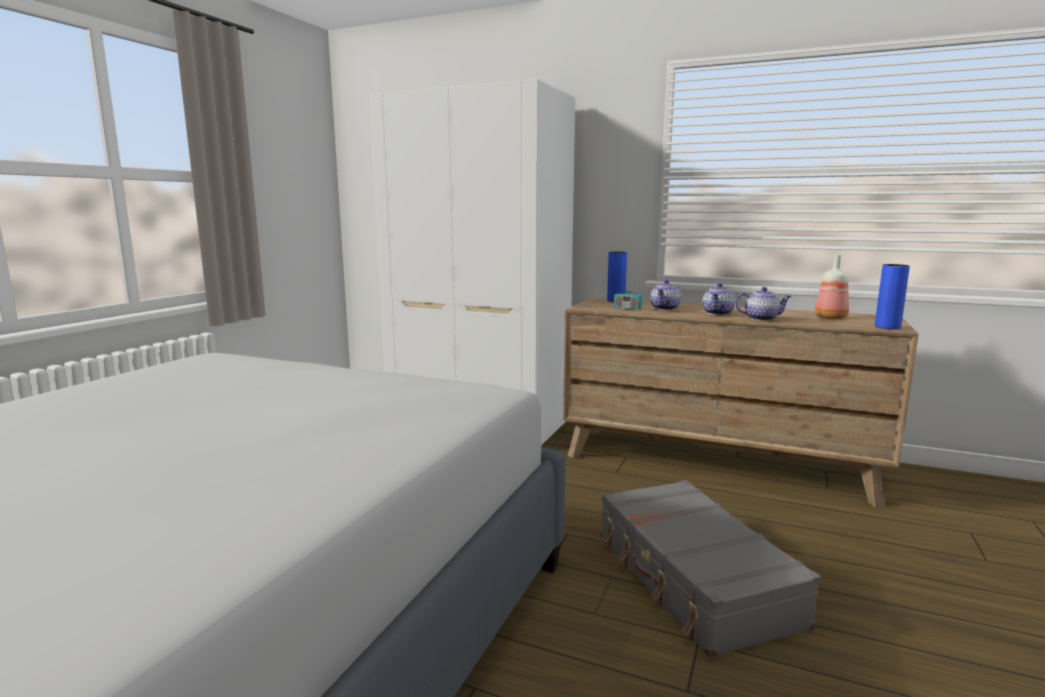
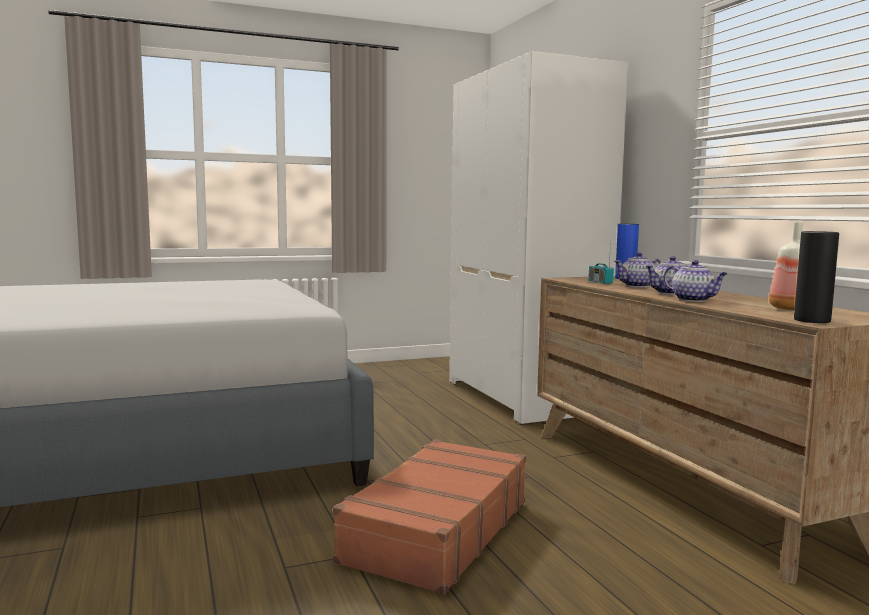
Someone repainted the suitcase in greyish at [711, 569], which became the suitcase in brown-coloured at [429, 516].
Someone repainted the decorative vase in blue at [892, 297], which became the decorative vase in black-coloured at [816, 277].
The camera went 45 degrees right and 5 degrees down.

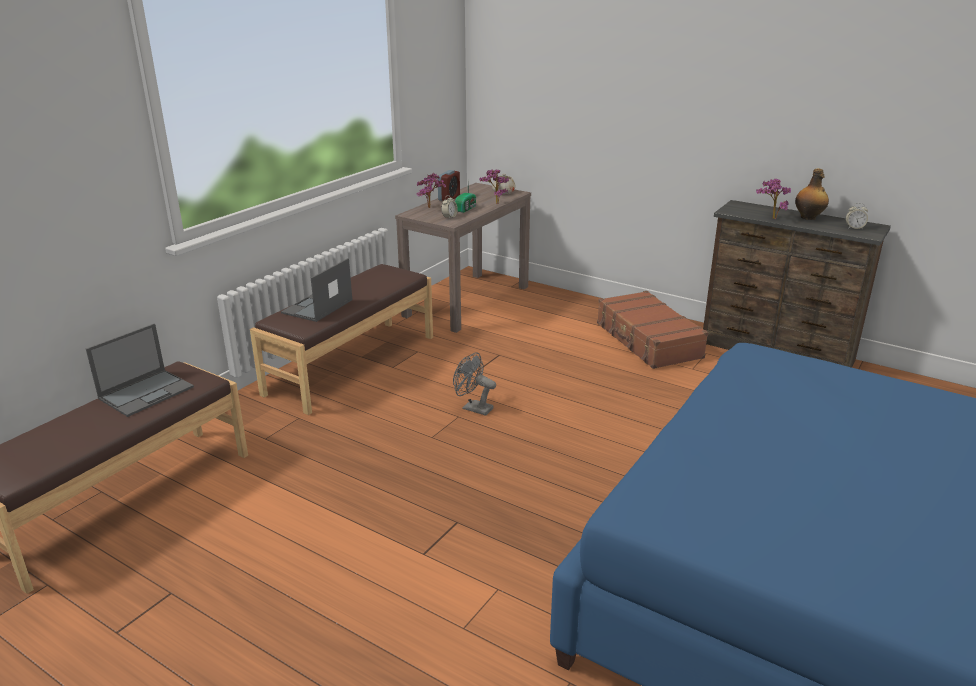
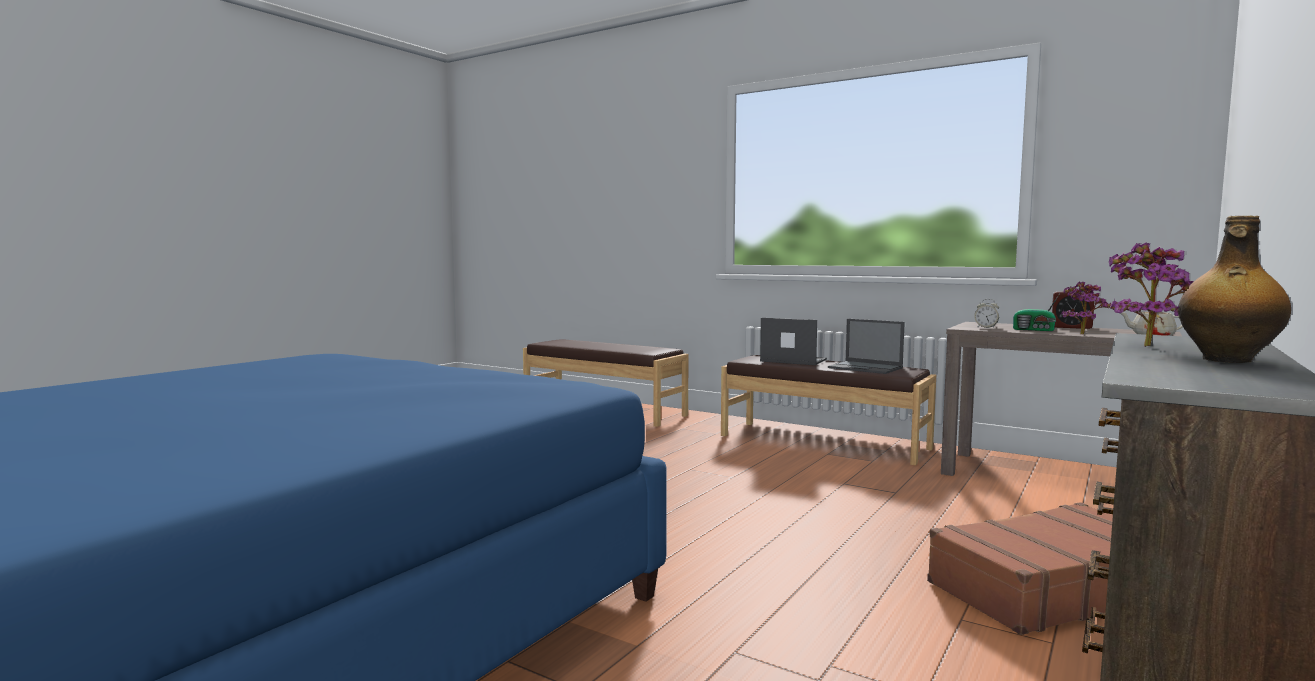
Someone took away the potted plant at [431, 190].
Someone took away the fan in greyish at [474, 384].
Someone took away the table clock at [857, 216].
Someone carried the notebook computer from [140, 370] to [866, 346].
The camera went 90 degrees right and 20 degrees down.

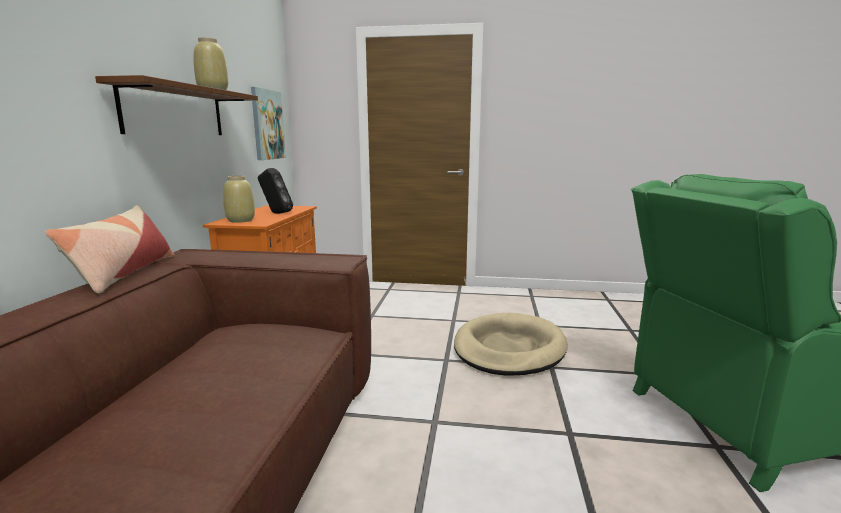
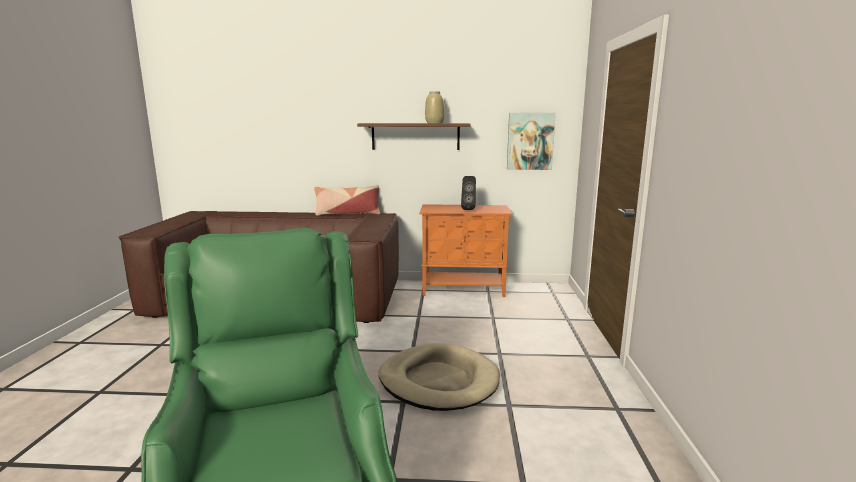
Someone took away the decorative vase in beige at [239, 199].
The camera went 85 degrees right and 0 degrees up.

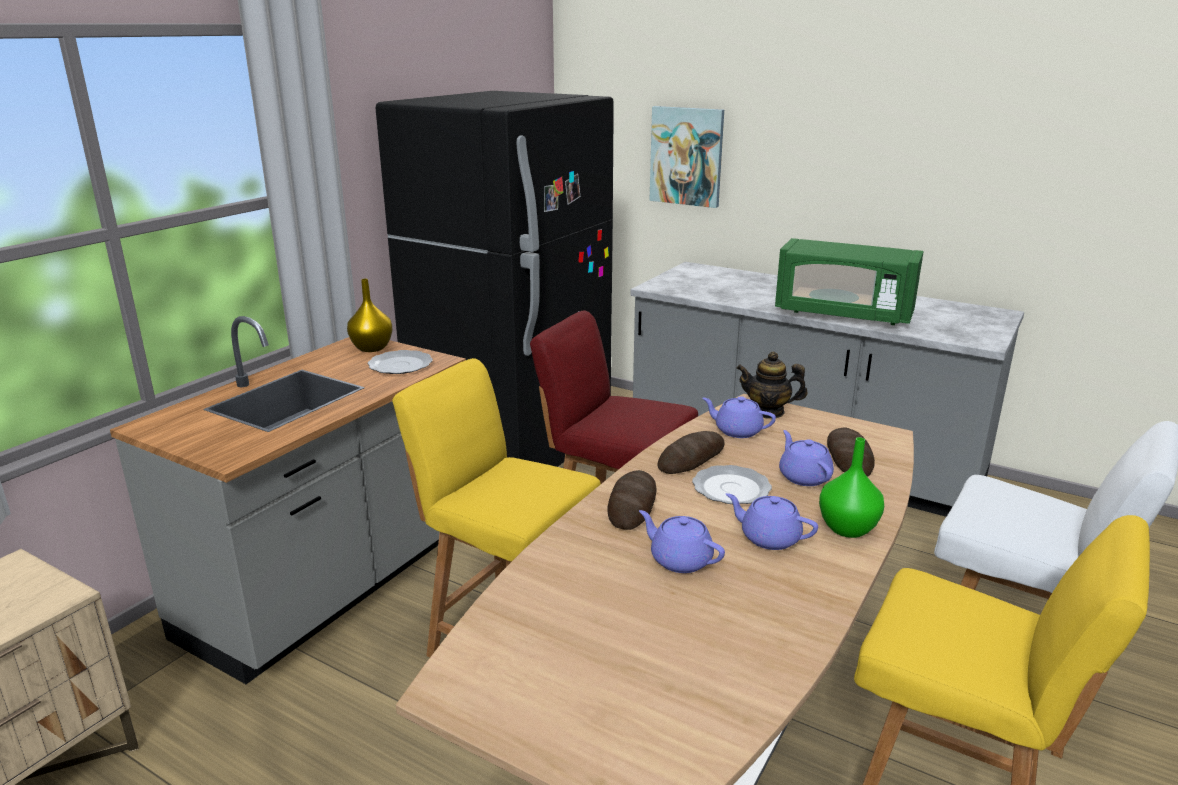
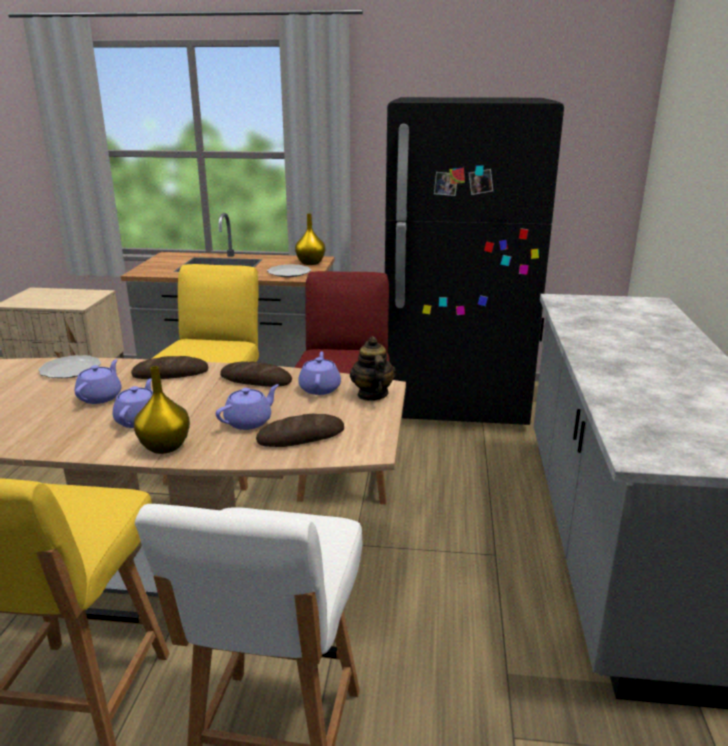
Someone took away the wall art at [686, 157].
Someone took away the microwave oven in green-coloured at [849, 281].
Someone carried the flat dish from [732, 484] to [70, 366].
Someone repainted the decorative vase in green-coloured at [851, 487], which became the decorative vase in yellow at [162, 410].
The camera went 65 degrees right and 0 degrees up.

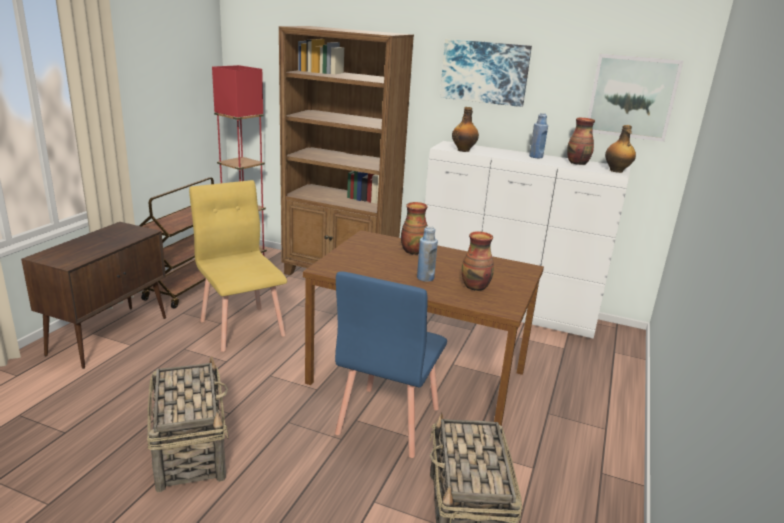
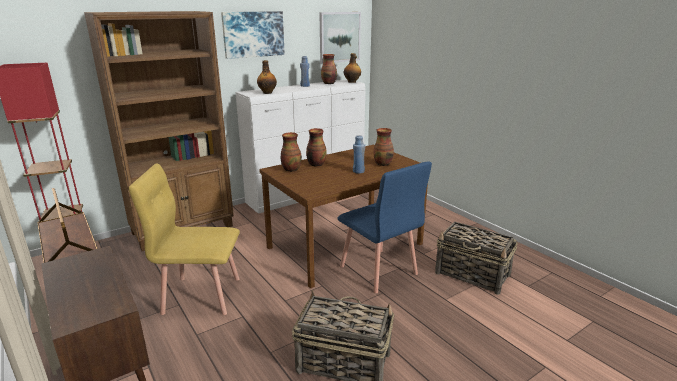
Someone put down the decorative vase at [291, 152].
The camera went 55 degrees left and 0 degrees up.

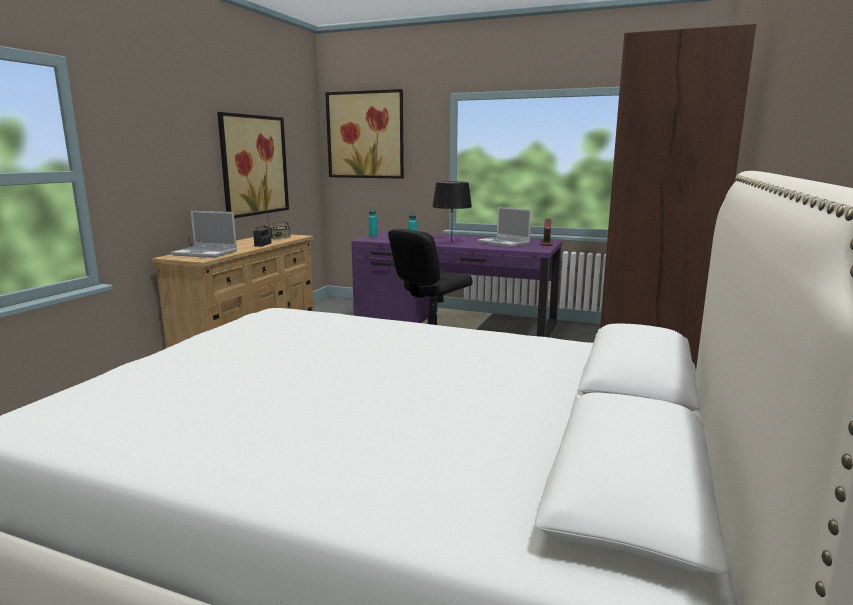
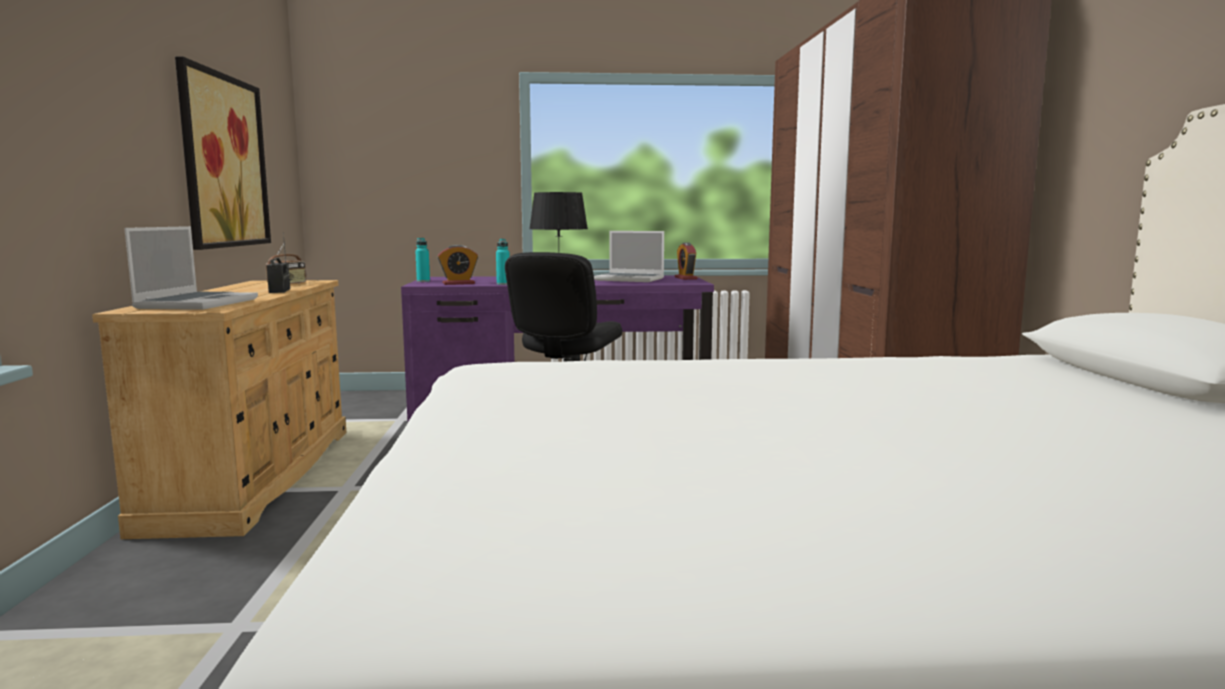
Someone took away the wall art at [364, 134].
Someone put down the table clock at [457, 265].
Someone rotated the notebook computer at [204, 234] by 75 degrees counterclockwise.
The camera went 25 degrees left and 5 degrees down.

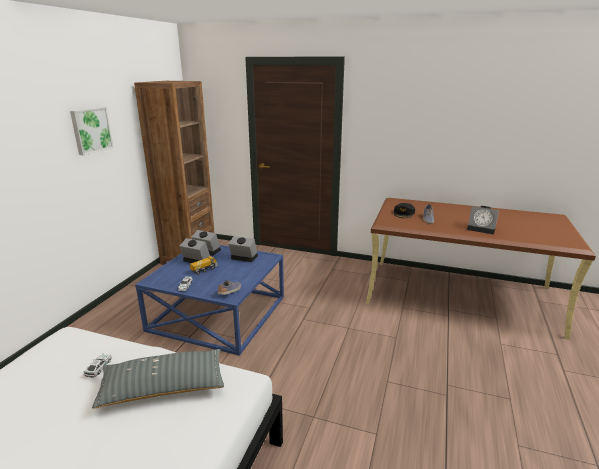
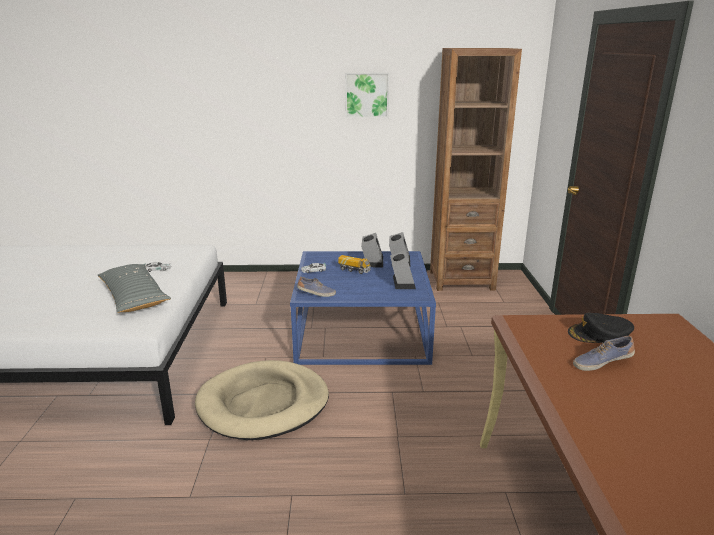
Someone took away the table clock at [483, 220].
Someone put down the pet bed in beige at [262, 400].
The camera went 70 degrees right and 0 degrees up.

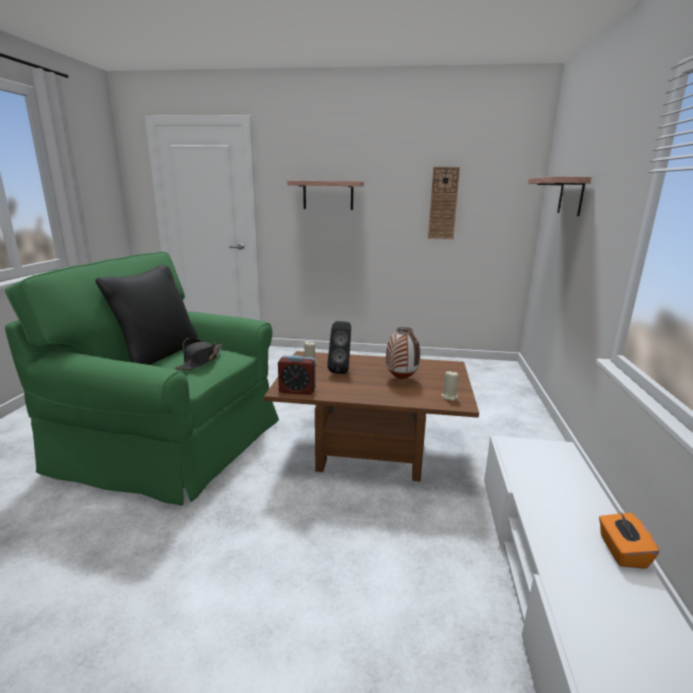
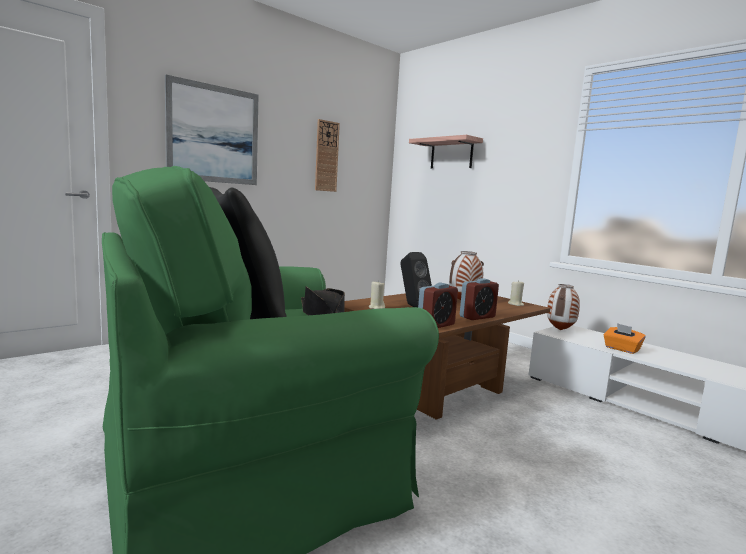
Someone put down the table clock at [479, 299].
Someone put down the decorative vase at [563, 307].
Someone carried the box of tissues in orange from [629, 540] to [624, 338].
Someone swapped the shelf at [325, 195] for the wall art at [212, 130].
The camera went 50 degrees left and 10 degrees down.

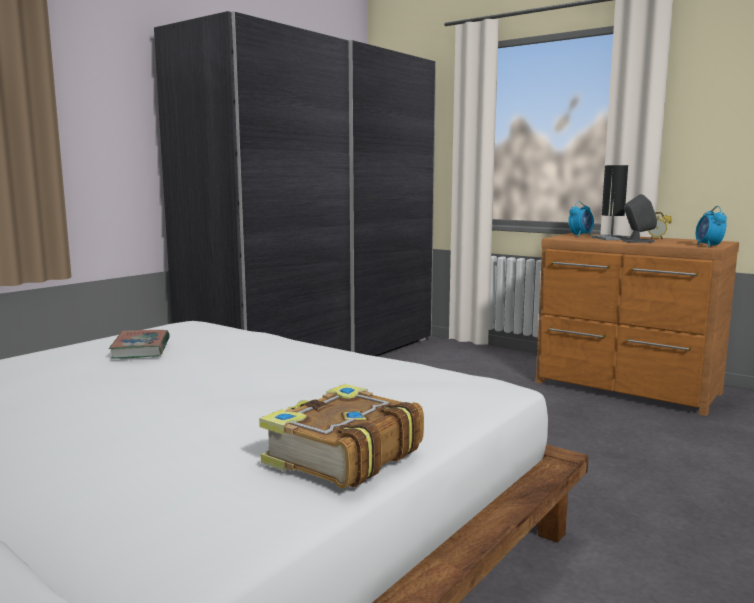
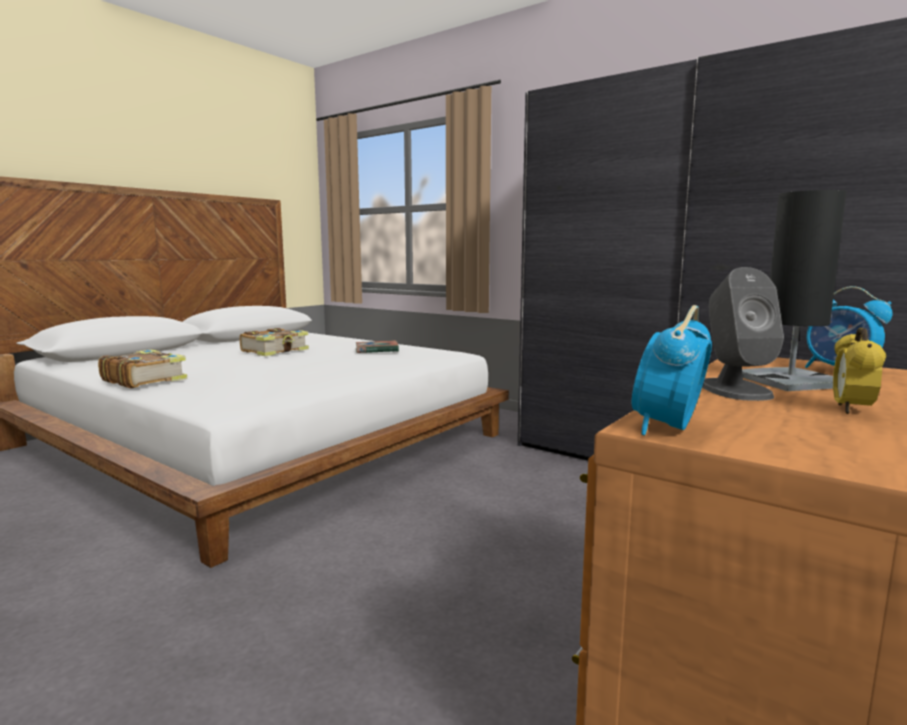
Someone put down the book at [274, 342].
Someone rotated the table clock at [711, 227] by 60 degrees counterclockwise.
The camera went 90 degrees right and 0 degrees up.

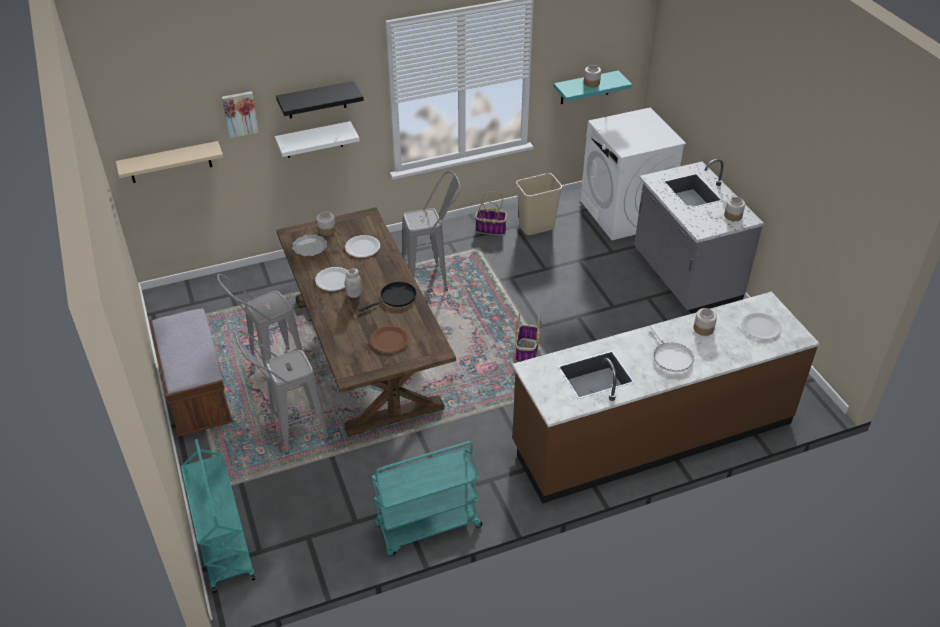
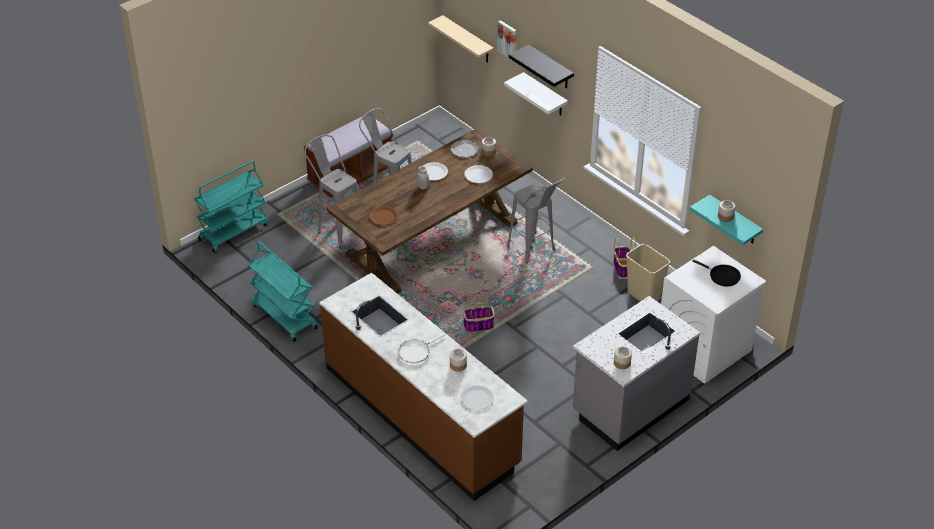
Someone carried the skillet in black-coloured from [387, 297] to [716, 272].
The camera went 70 degrees right and 0 degrees up.

